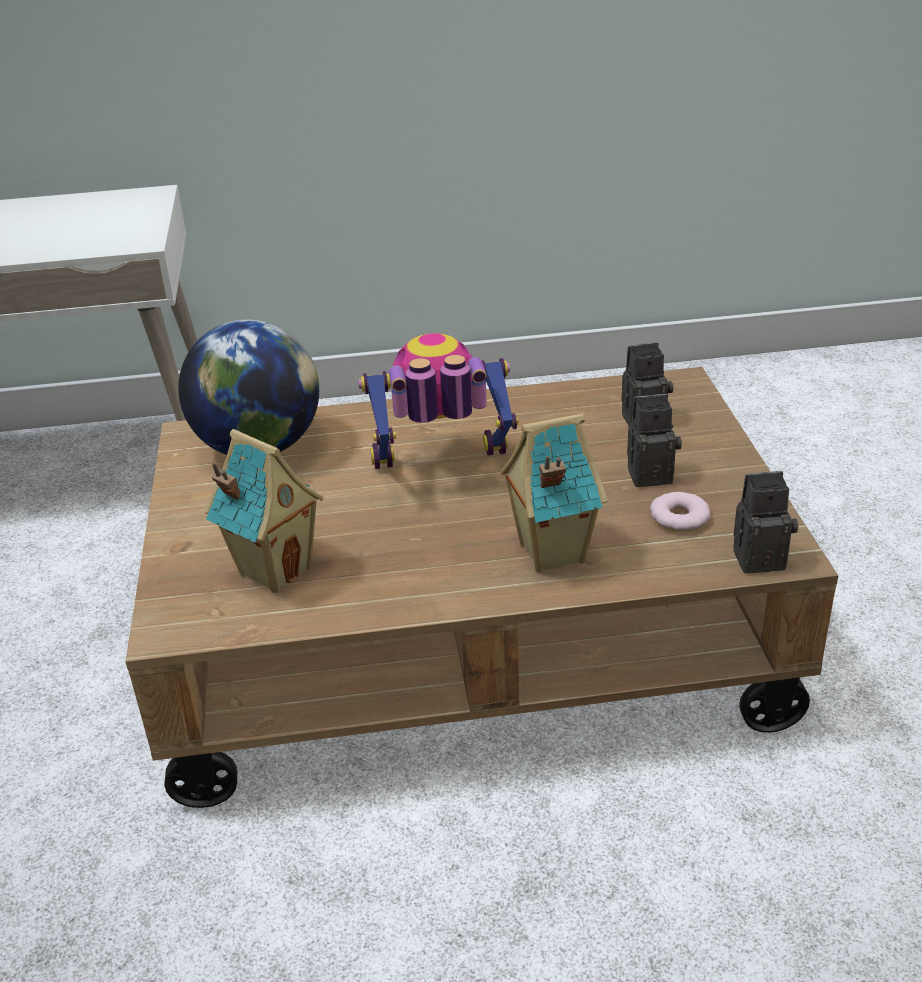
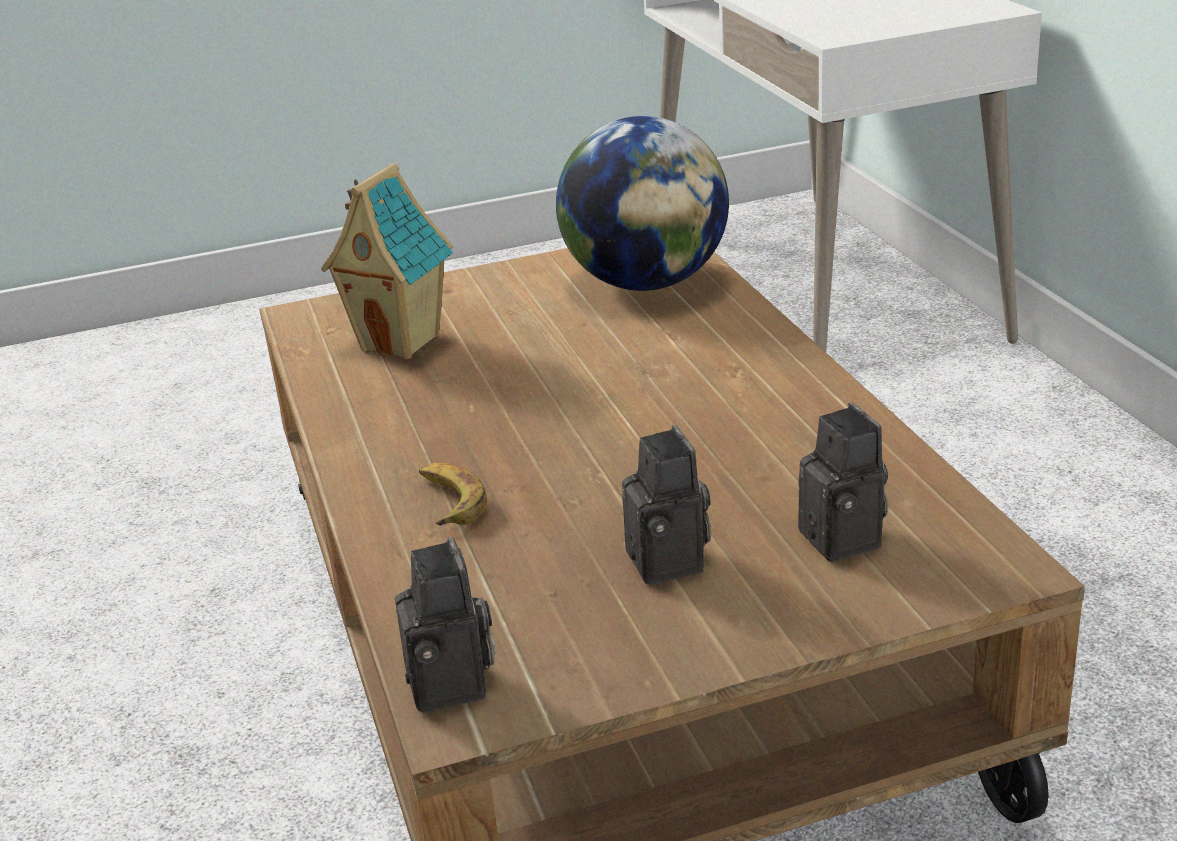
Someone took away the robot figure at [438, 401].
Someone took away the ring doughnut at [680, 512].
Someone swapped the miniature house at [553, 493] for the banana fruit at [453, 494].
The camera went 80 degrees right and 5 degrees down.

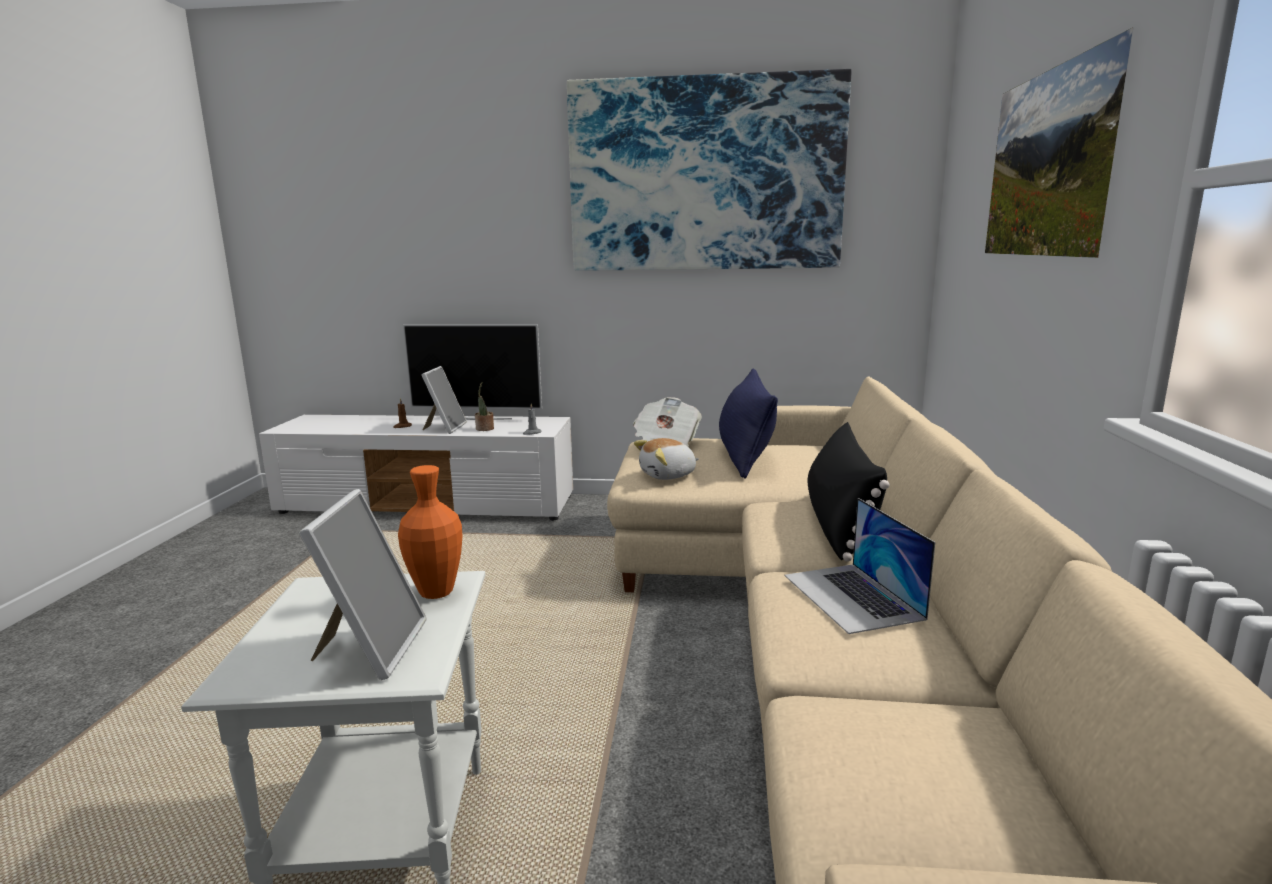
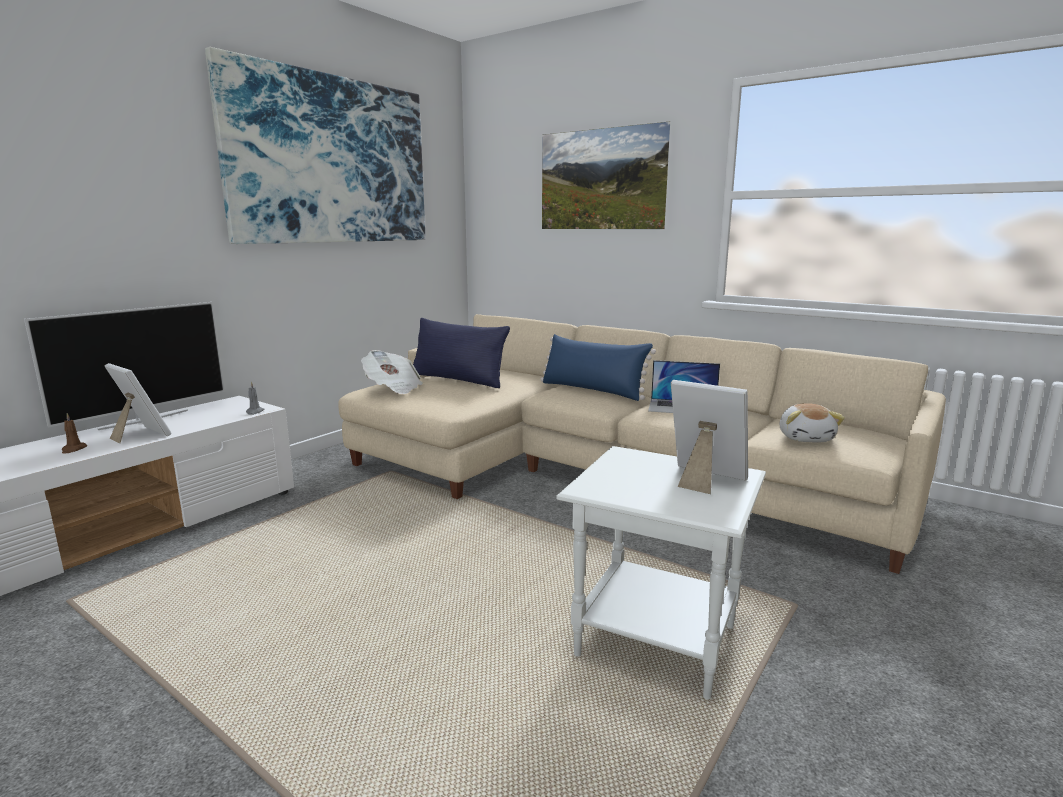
Someone took away the decorative vase in orange at [430, 532].
Someone took away the potted plant at [484, 406].
Someone carried the cuddly toy from [666, 459] to [812, 422].
Someone repainted the pillow in black-coloured at [848, 492], which became the pillow in blue at [598, 367].
The camera went 60 degrees left and 0 degrees up.

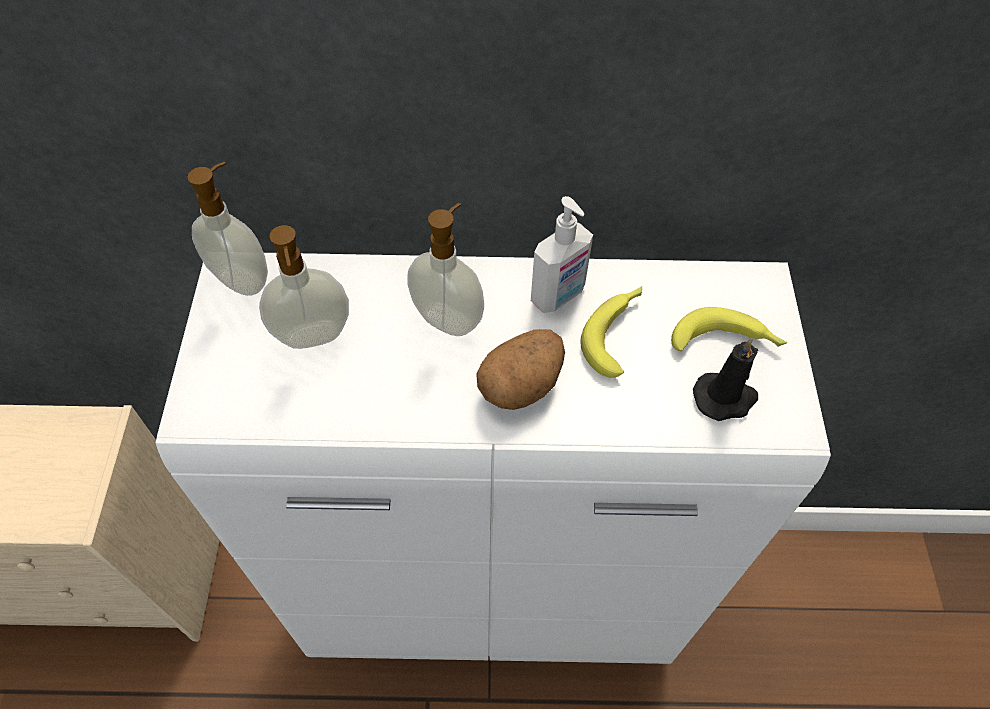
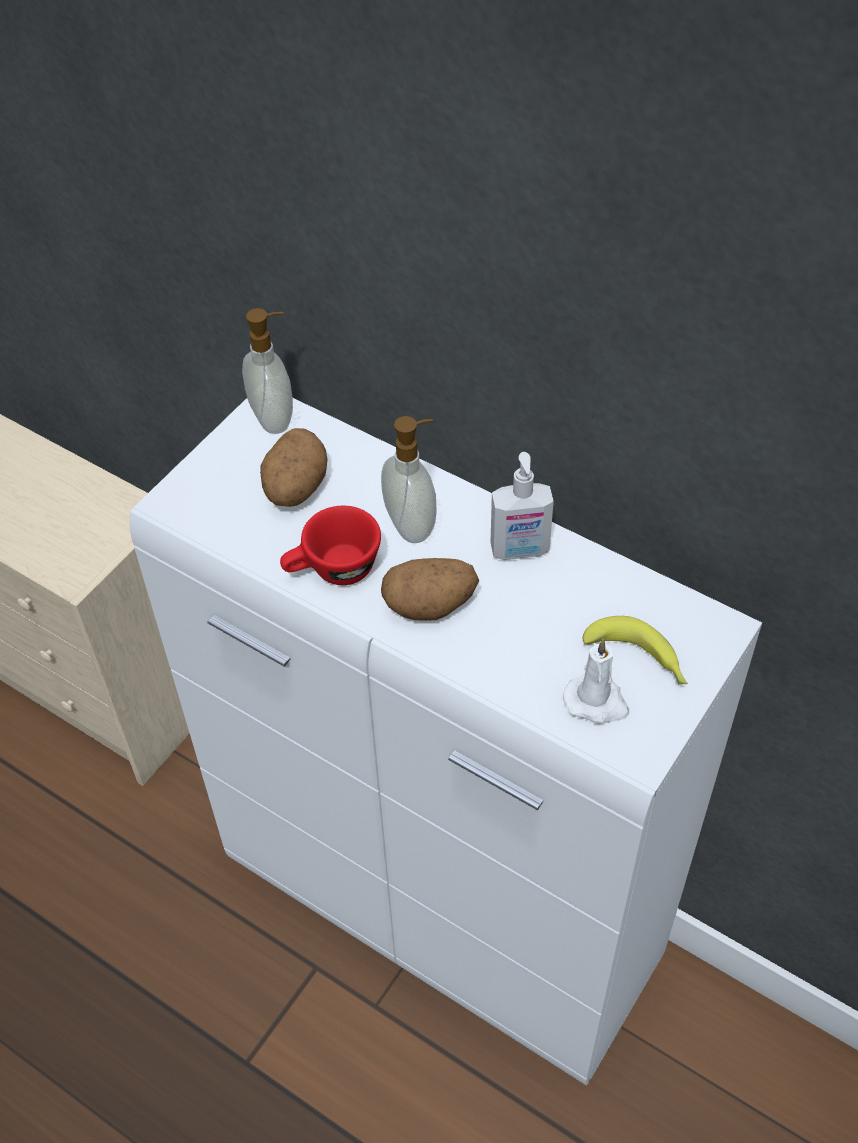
Someone took away the banana fruit at [611, 332].
Someone put down the small cup in reddish at [330, 545].
Someone swapped the soap dispenser at [304, 287] for the spud at [293, 467].
Someone repainted the wax light in black-coloured at [725, 379], which became the wax light in white at [596, 681].
The camera went 35 degrees right and 5 degrees down.

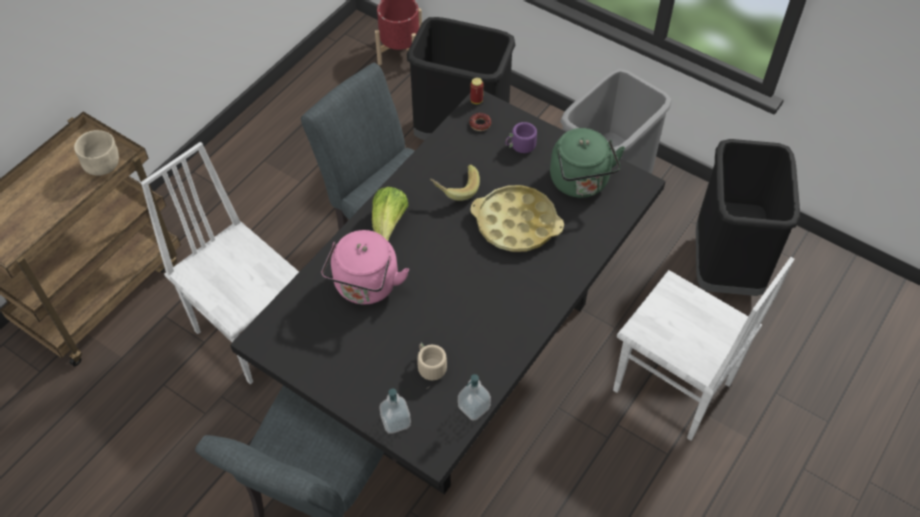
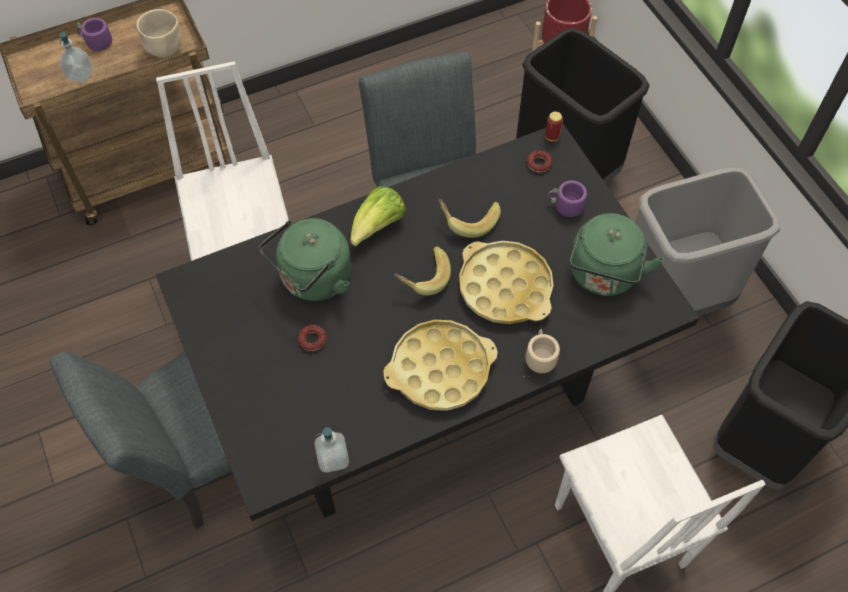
Someone put down the tea mug in purple at [94, 34].
Someone put down the ring doughnut at [312, 338].
Someone put down the carrying tray in yellow at [440, 365].
Someone put down the banana fruit at [422, 271].
Someone carried the soap dispenser from [395, 411] to [76, 57].
Someone carried the tea mug in beige from [432, 365] to [542, 353].
Someone repainted the kettle in pinkish at [365, 267], which became the kettle in green-coloured at [305, 259].
The camera went 30 degrees right and 5 degrees up.

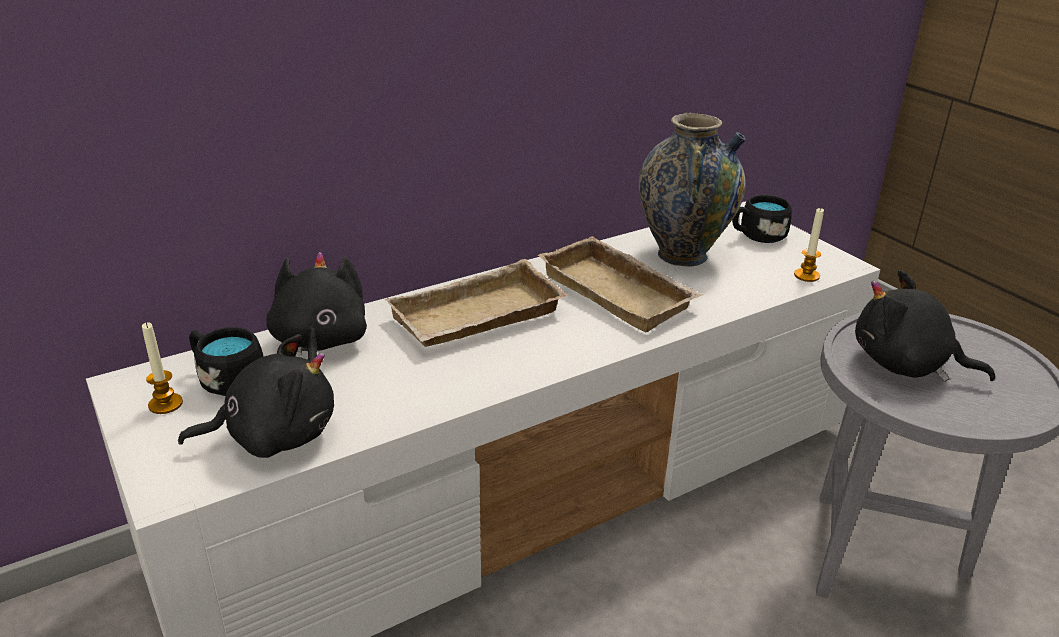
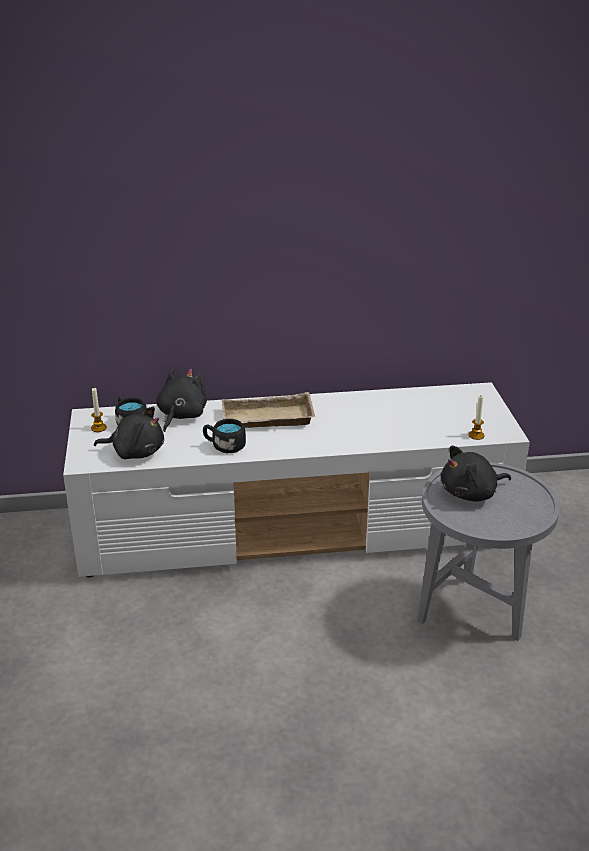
Someone took away the carrying tray in beige at [620, 284].
Someone took away the decorative vase at [692, 189].
Someone carried the tea mug in black-coloured from [762, 219] to [224, 436].
Someone rotated the cuddly toy in black-coloured at [925, 326] by 75 degrees counterclockwise.
The camera went 25 degrees right and 0 degrees up.

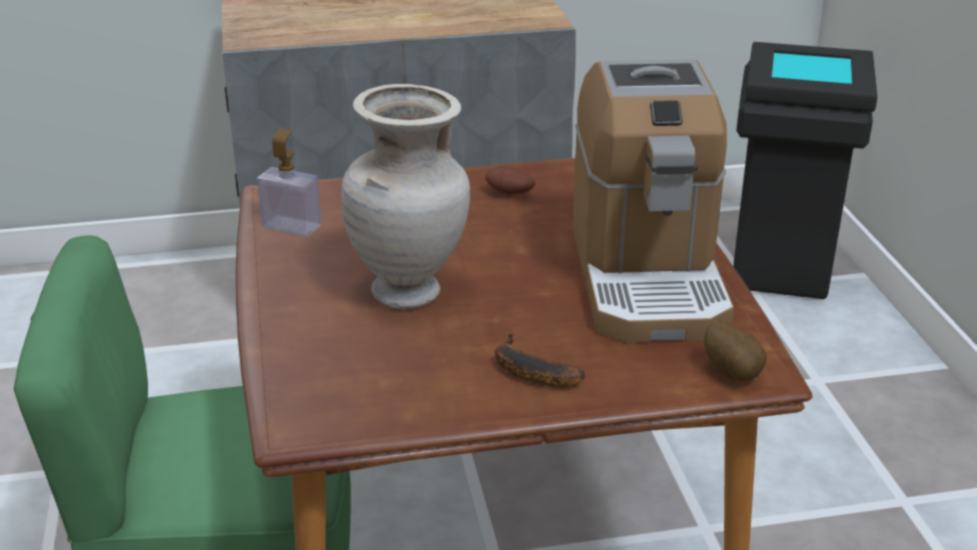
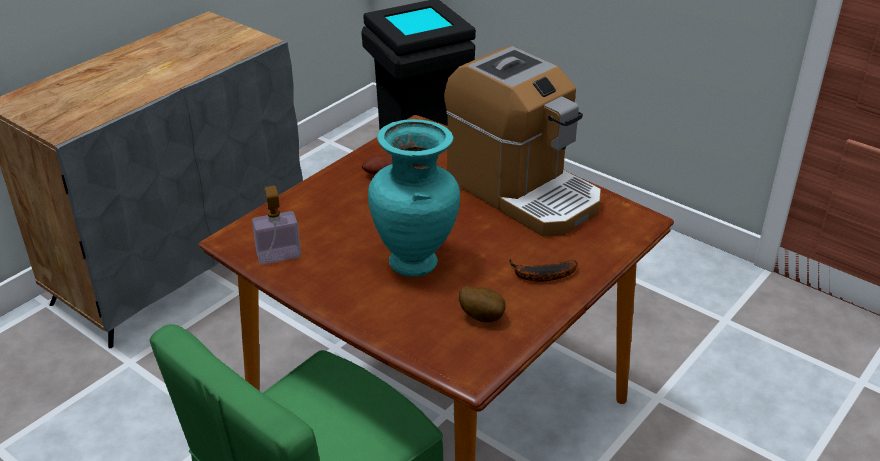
Someone carried the spud from [735, 350] to [482, 304].
Someone repainted the decorative vase in beige at [405, 196], which became the decorative vase in turquoise at [414, 198].
The camera went 40 degrees left and 5 degrees up.

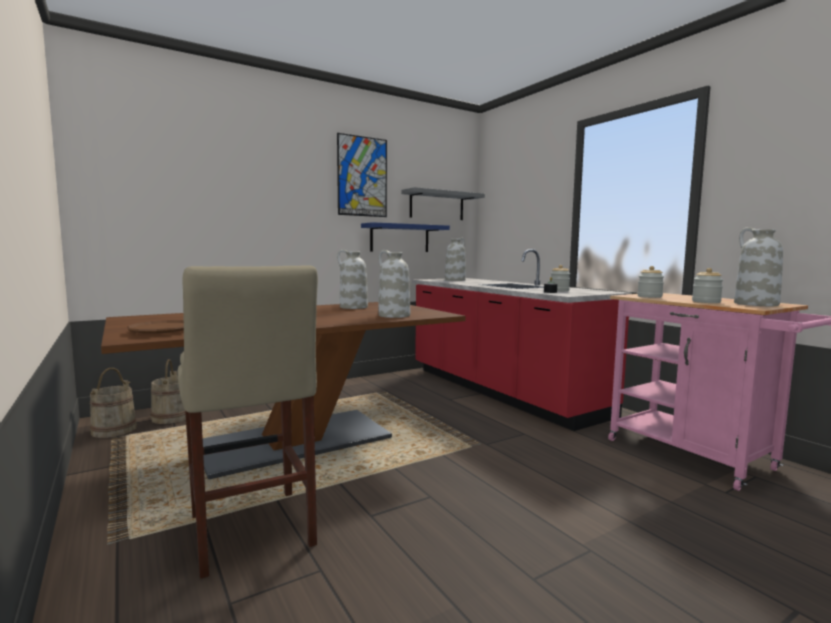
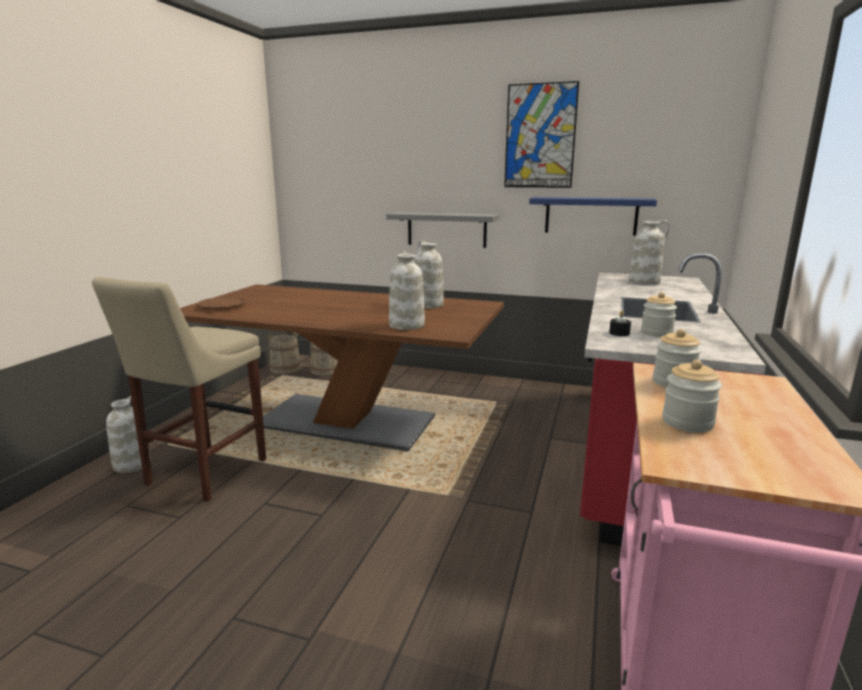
Someone carried the shelf in greyish from [443, 203] to [442, 230].
Someone carried the decorative vase in white from [758, 266] to [128, 434].
The camera went 50 degrees right and 10 degrees up.

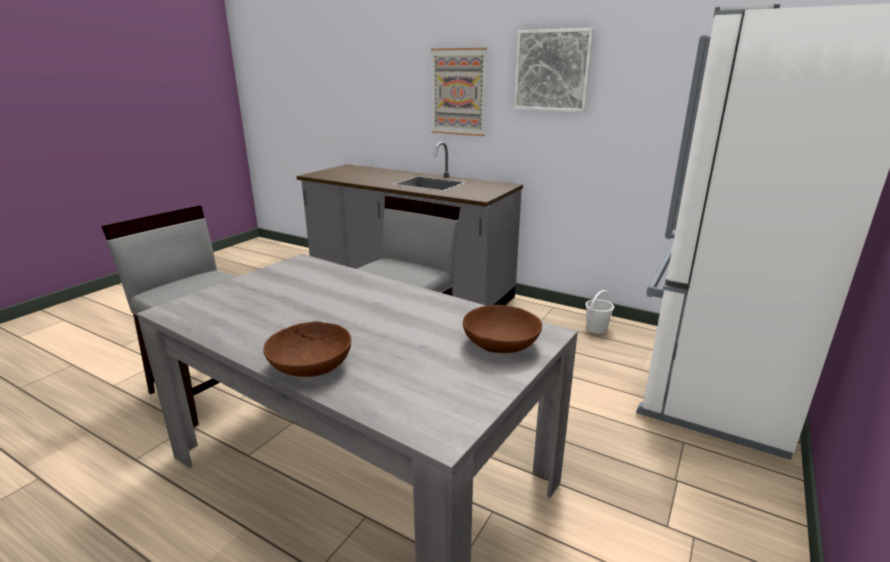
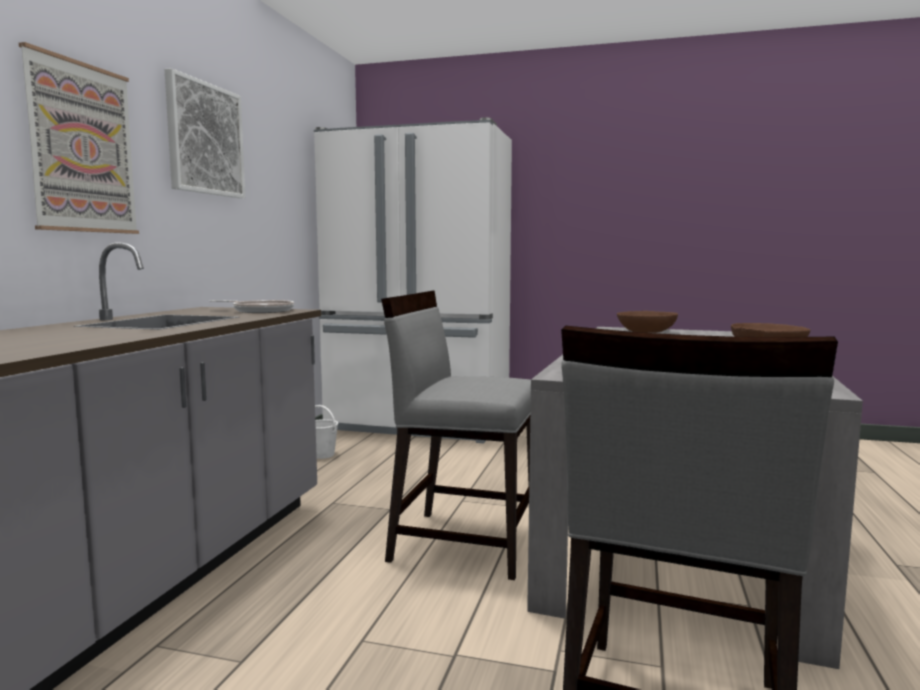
Someone put down the skillet at [252, 306].
The camera went 105 degrees left and 15 degrees down.

